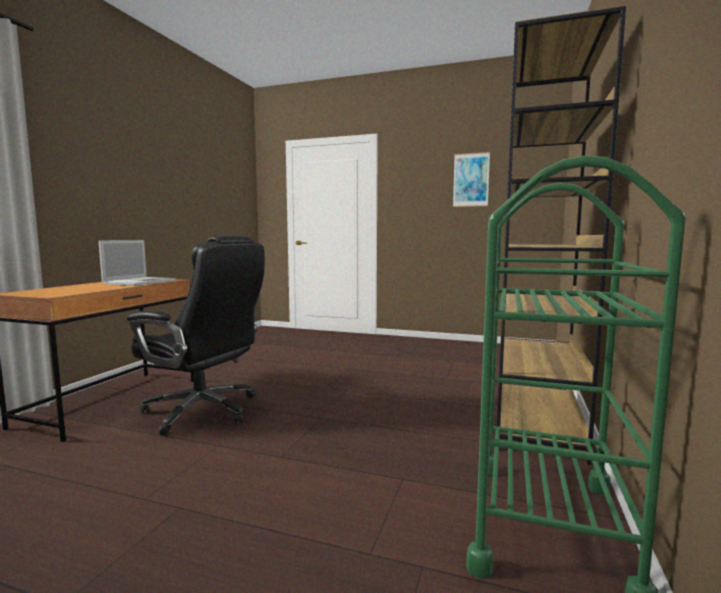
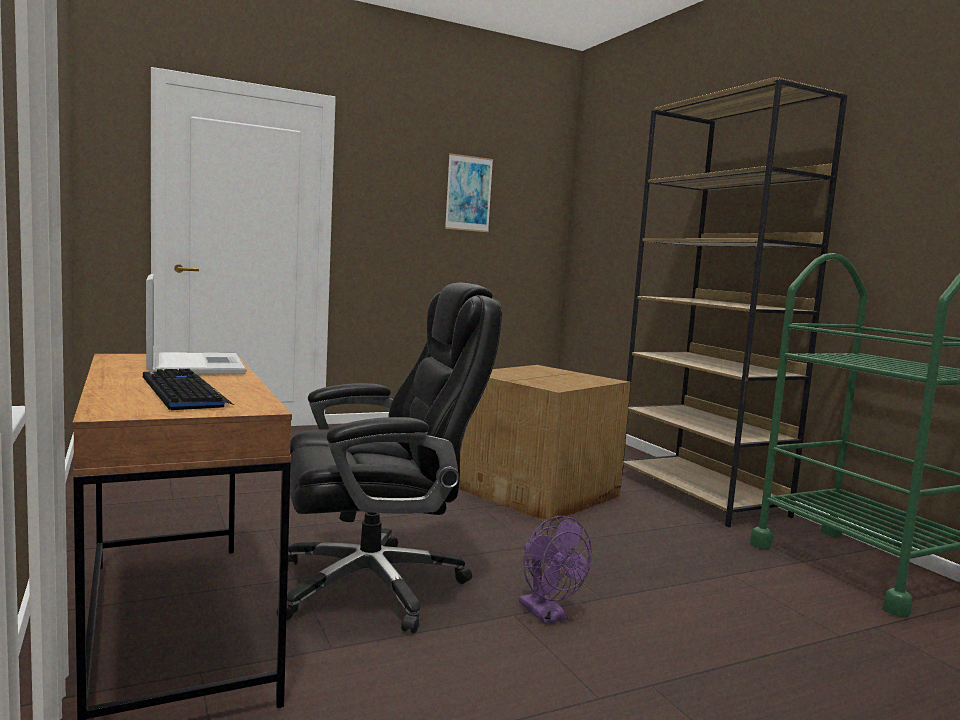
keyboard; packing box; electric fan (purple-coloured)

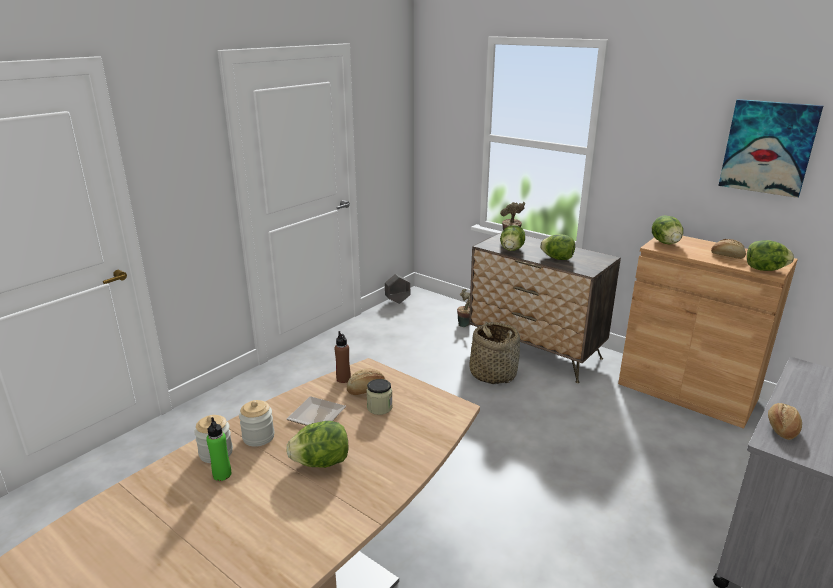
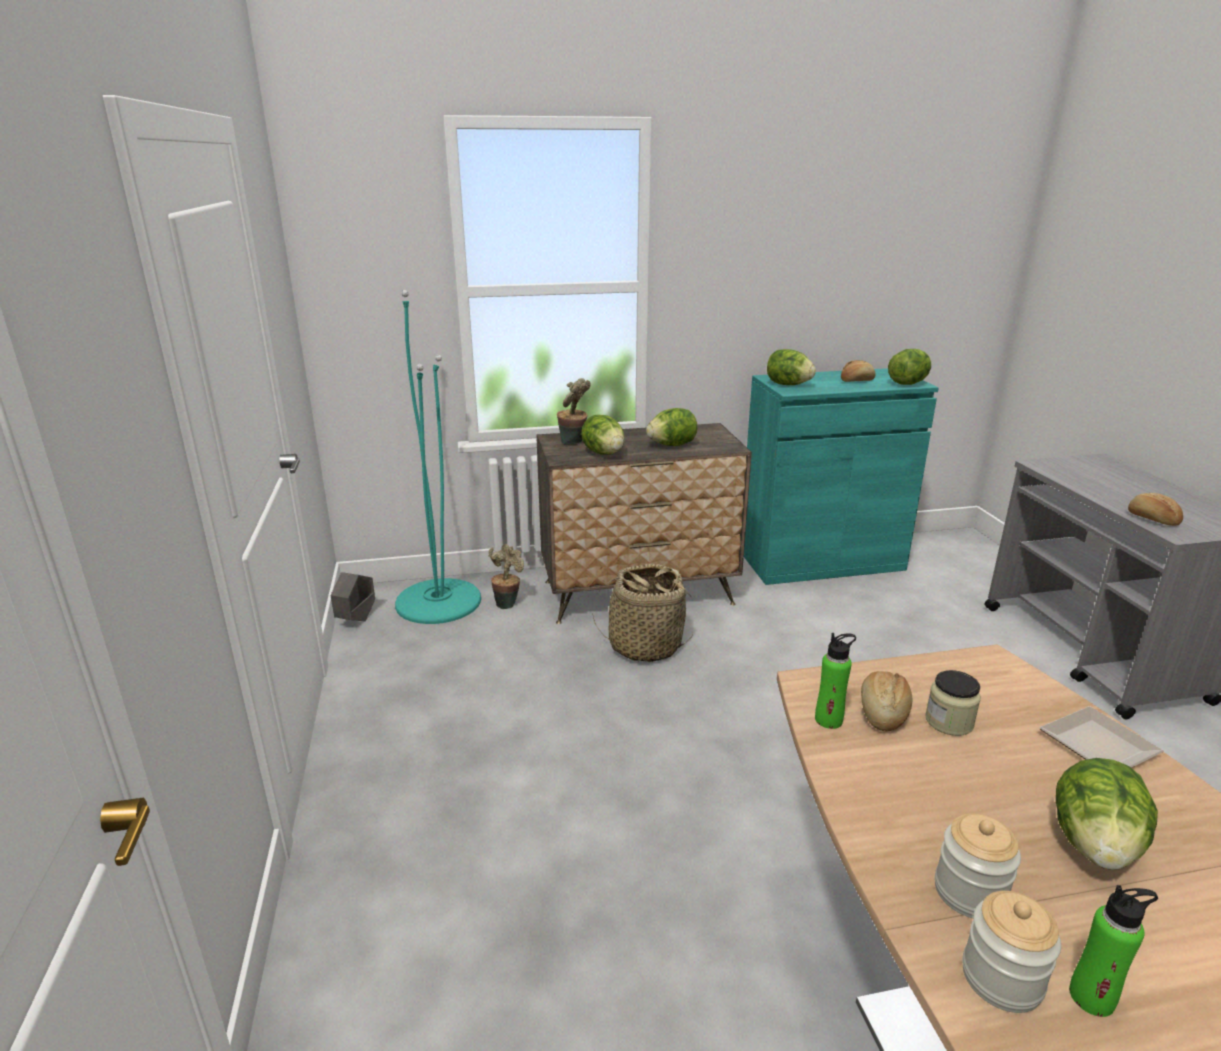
standard lamp (turquoise); cupboard (turquoise); beverage bottle (greenish) (1st from left); dinner plate; picture

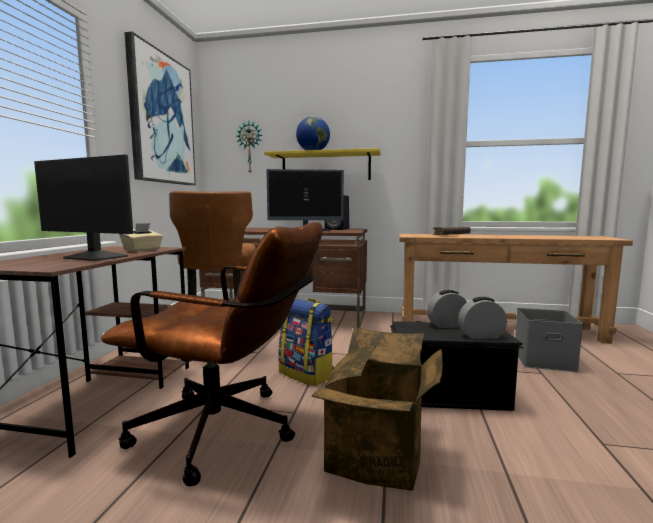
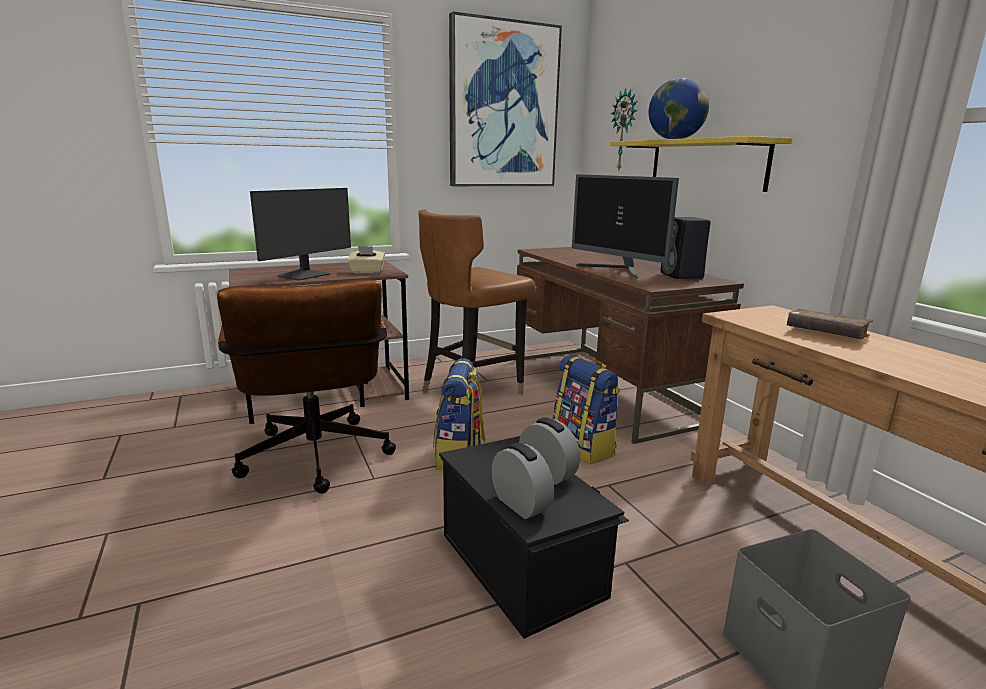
computer screen (1st from left); rucksack (2nd from left); packing box

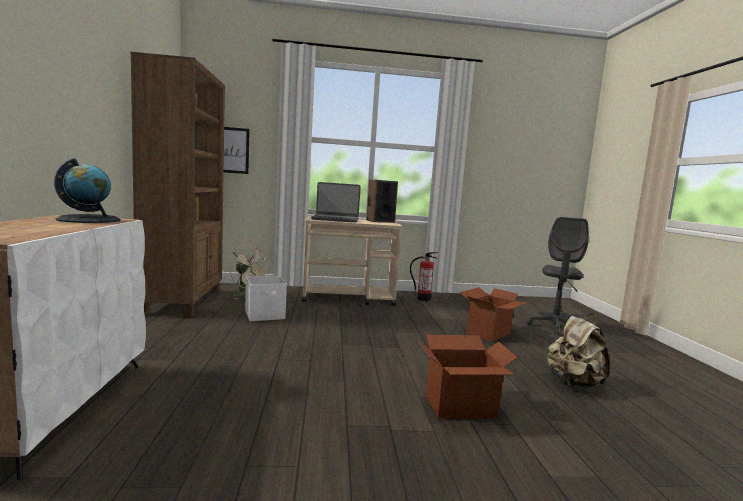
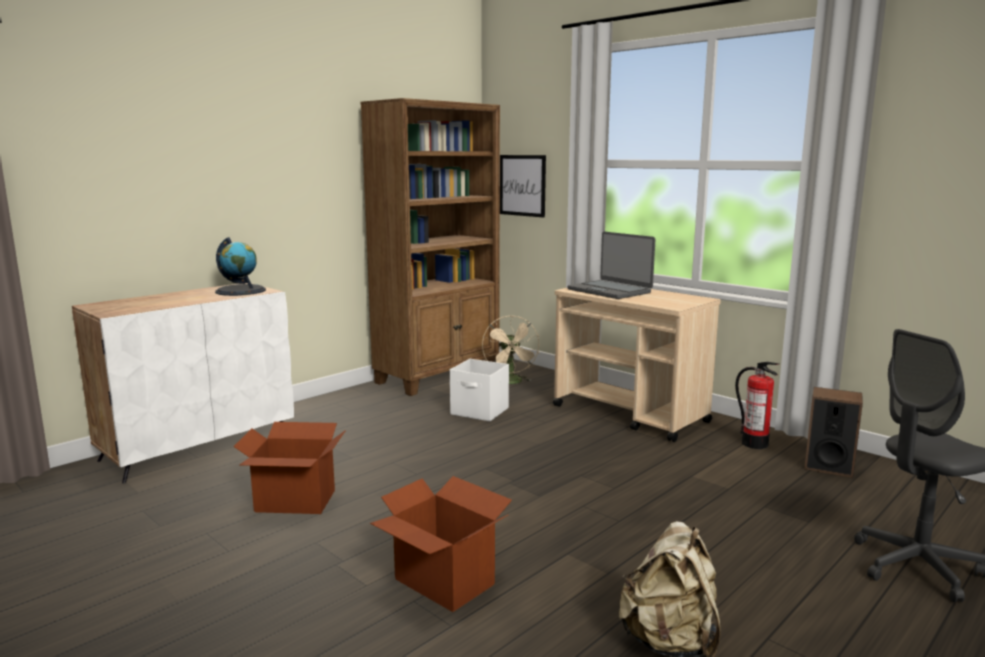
packing box (1st from left); loudspeaker

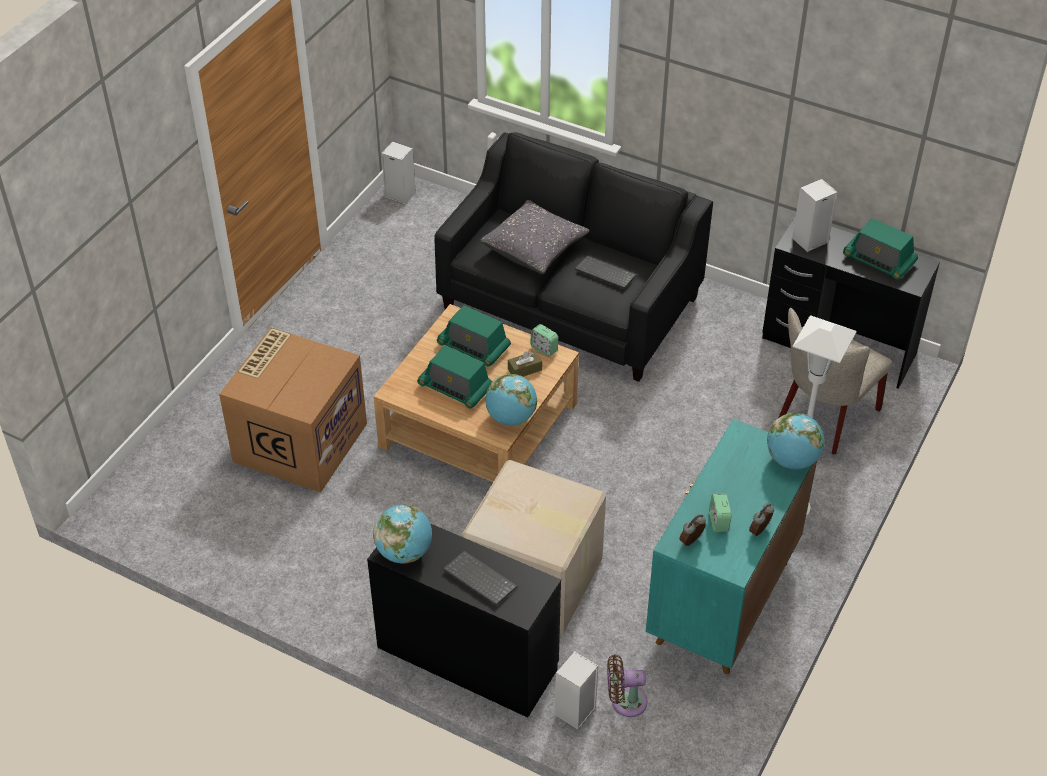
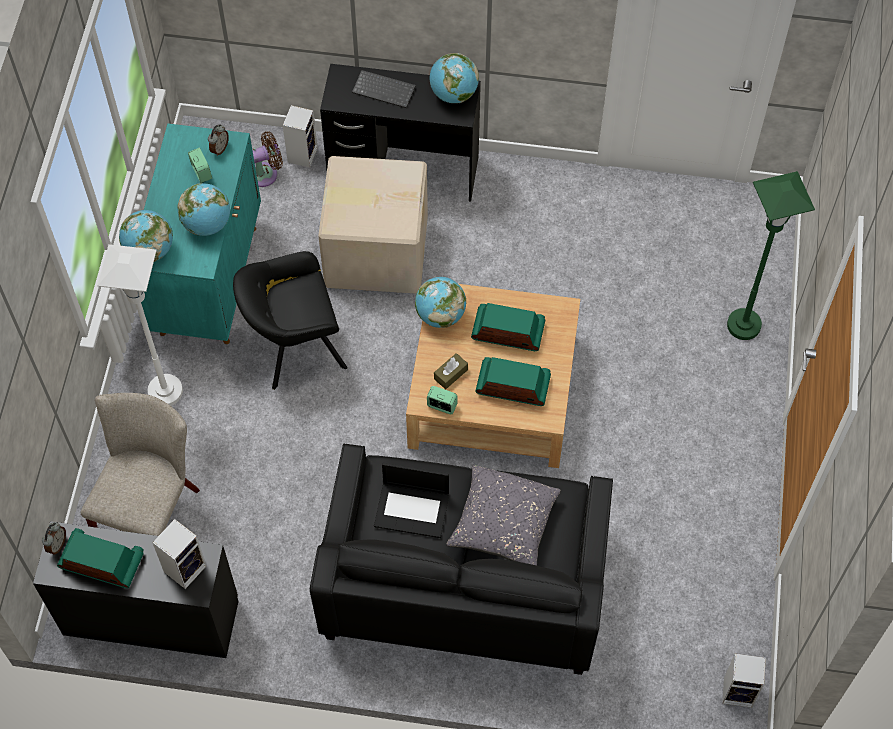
table clock (1st from left); world globe (2nd from left); armchair (black); laptop; standard lamp (greenish); packing box (1st from left in the first image)

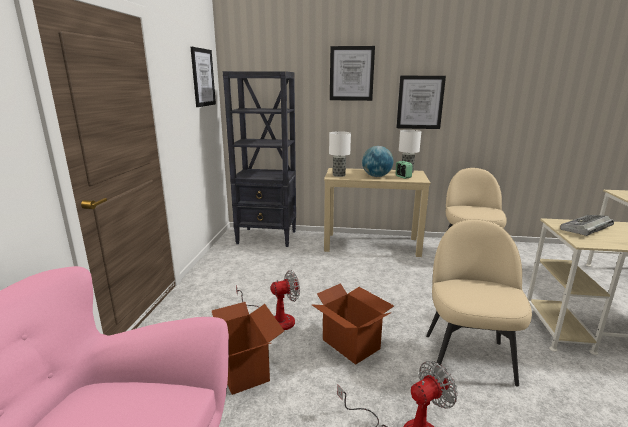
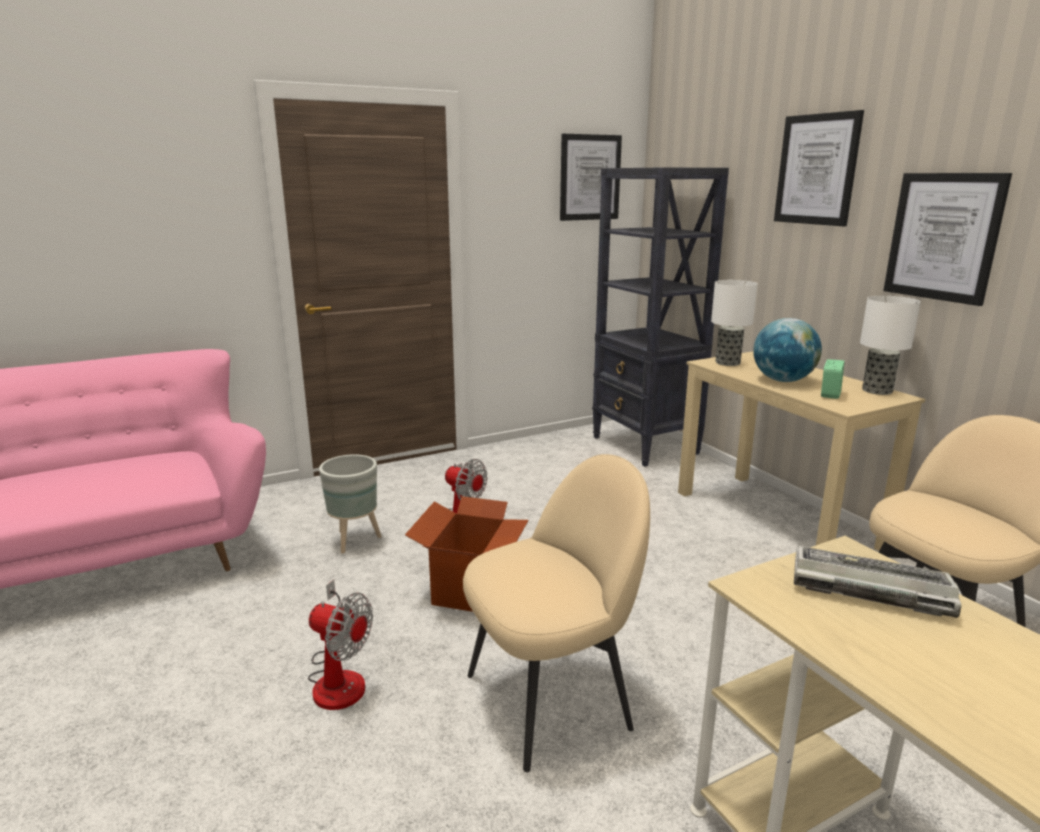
planter (grey)

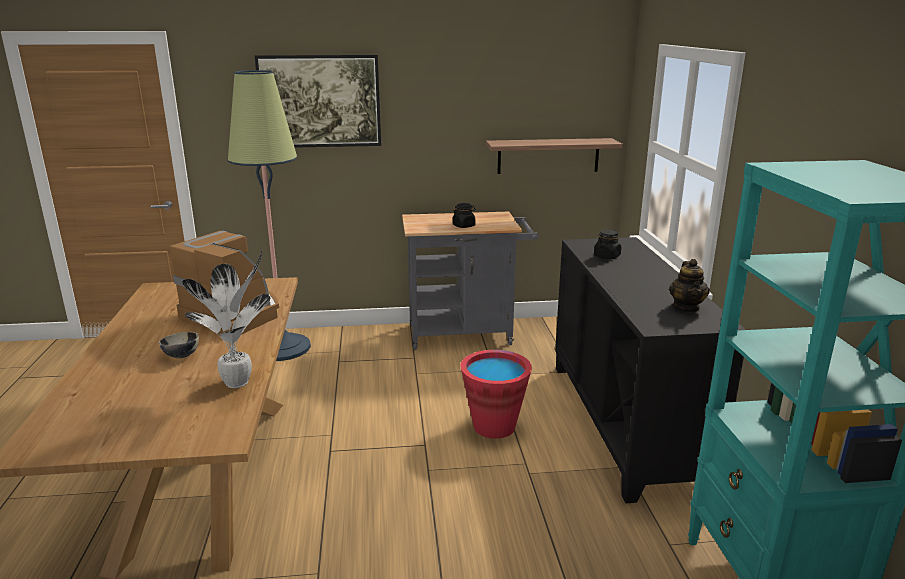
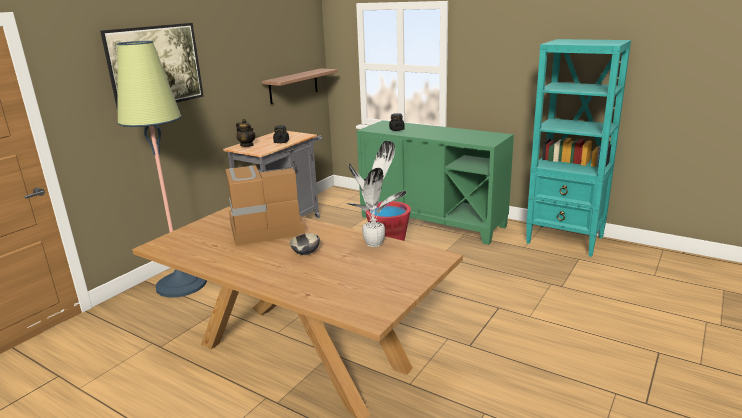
pot for tea; cupboard (greenish)

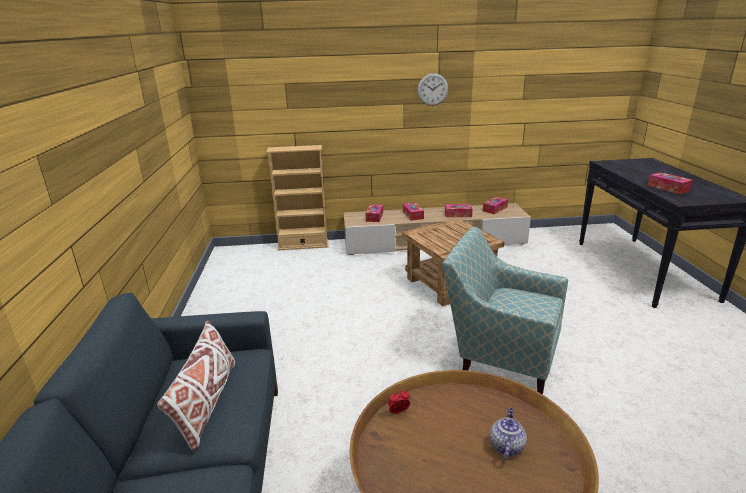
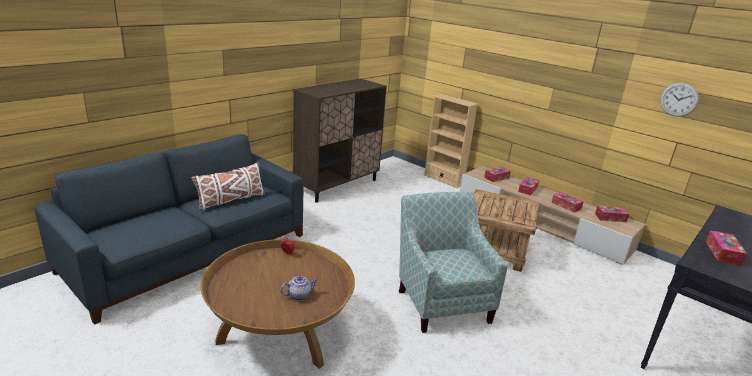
cupboard (brown-coloured); hanging clock

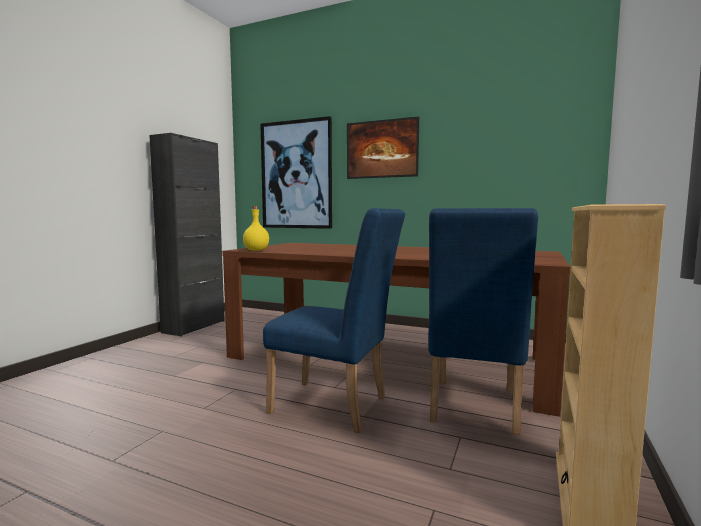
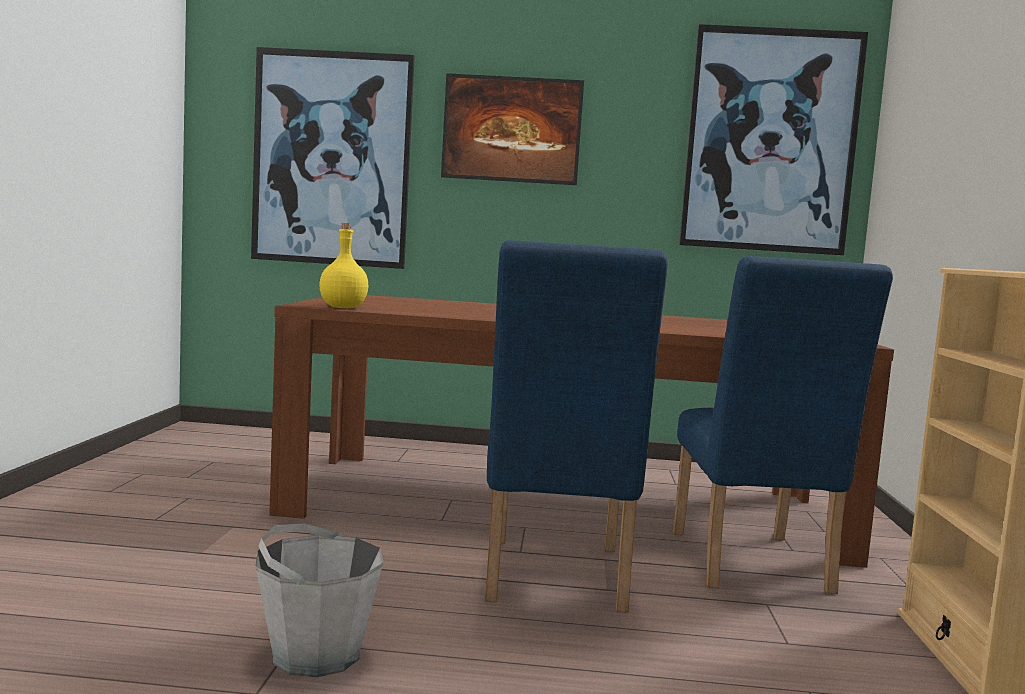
pail (grey); plain chair (blue) (1st from left); picture (3rd from left); cupboard (black)

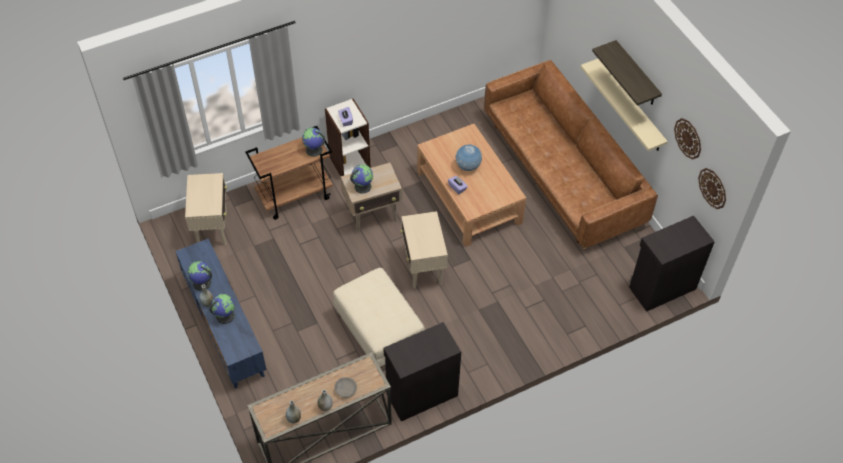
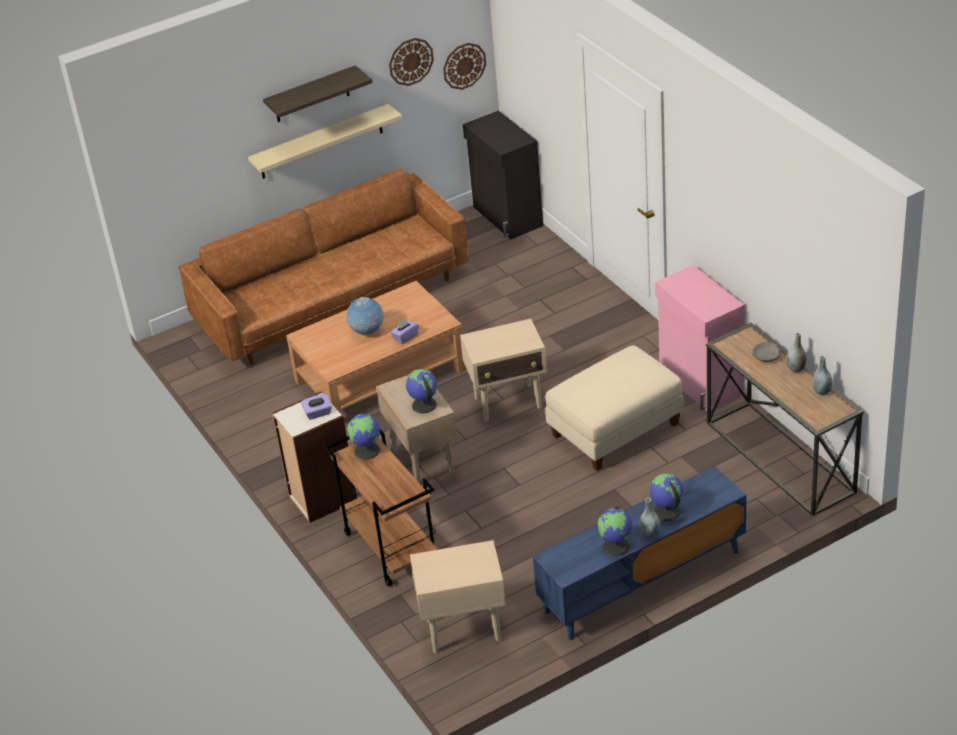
cupboard (pinkish)

